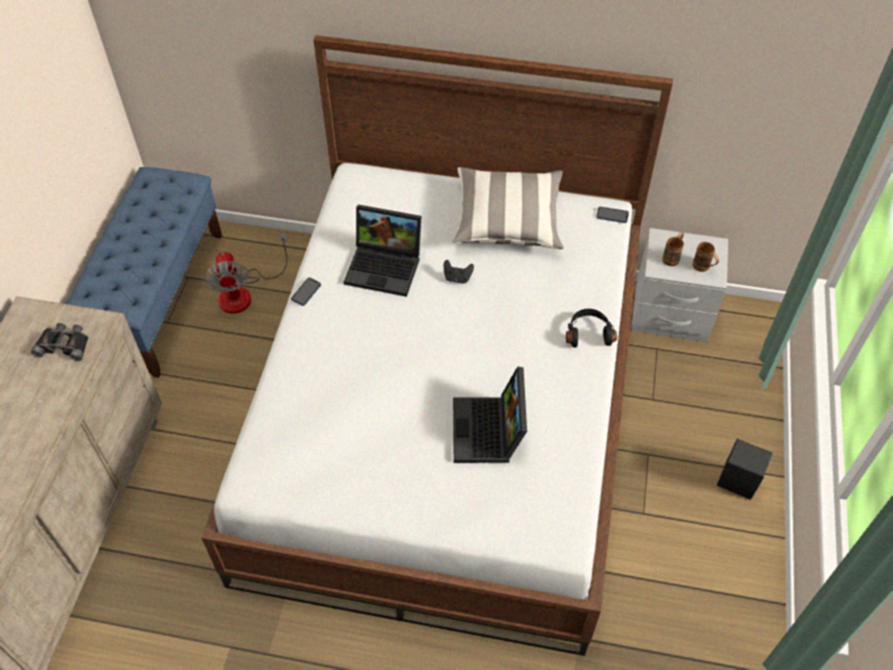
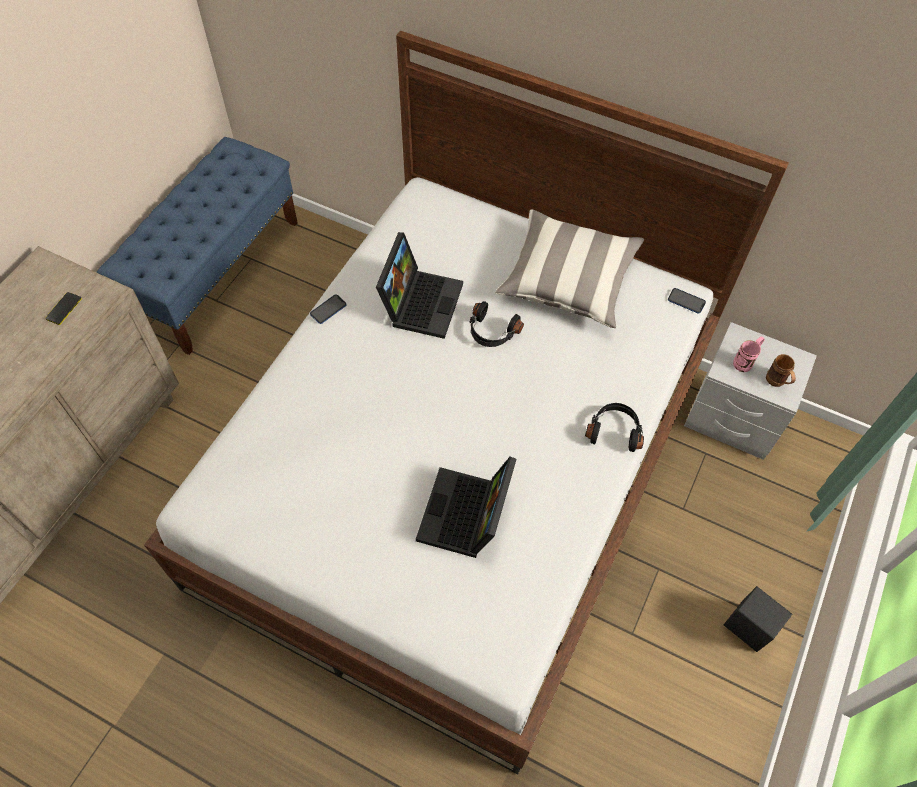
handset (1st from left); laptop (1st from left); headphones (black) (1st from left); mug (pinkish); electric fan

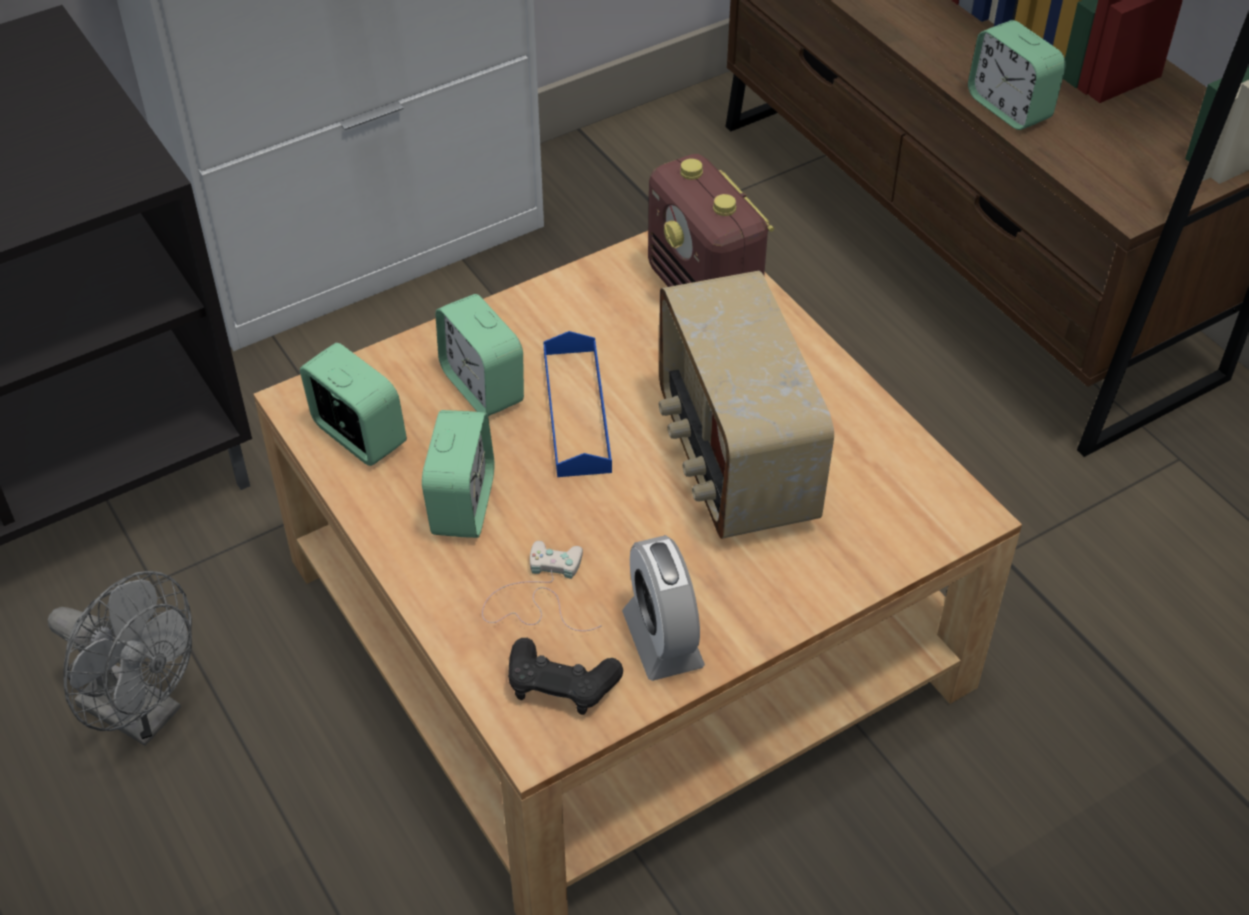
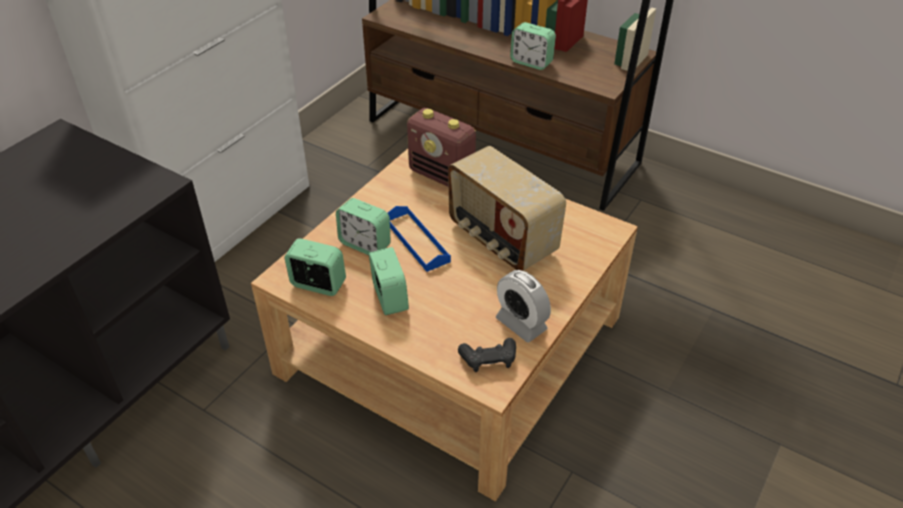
electric fan (grey); gamepad (whitish)

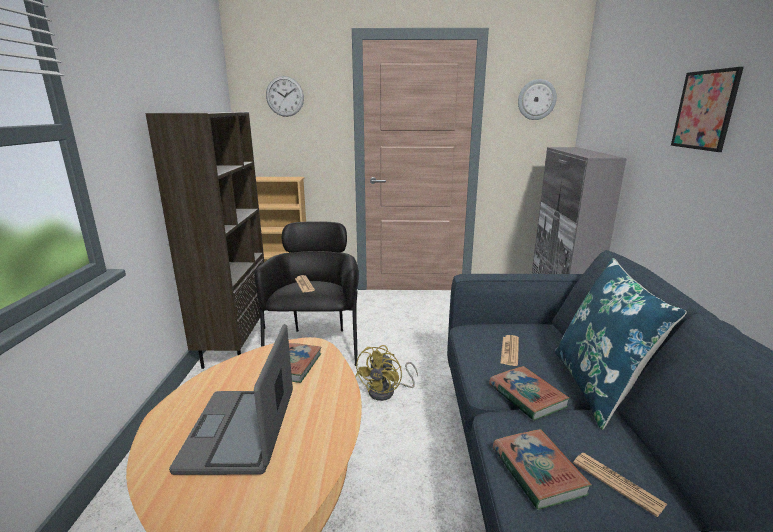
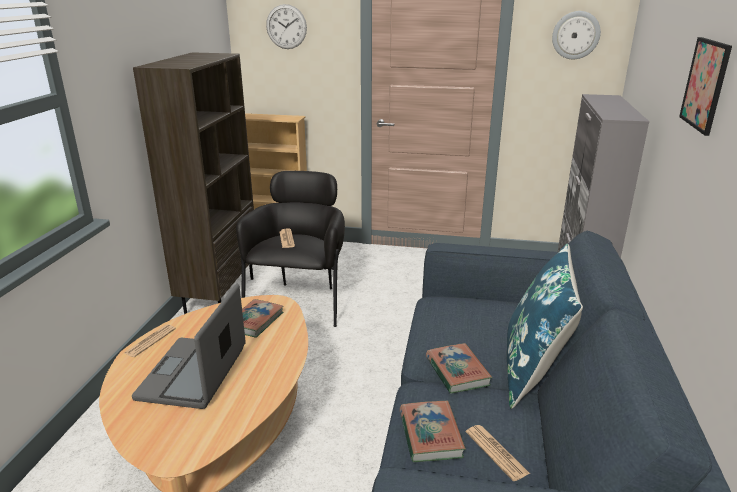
printed paper (1st from left); electric fan (yellowish)

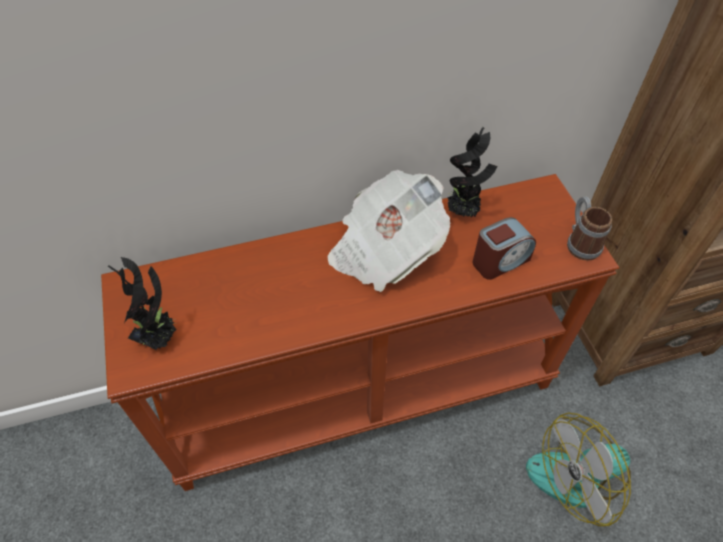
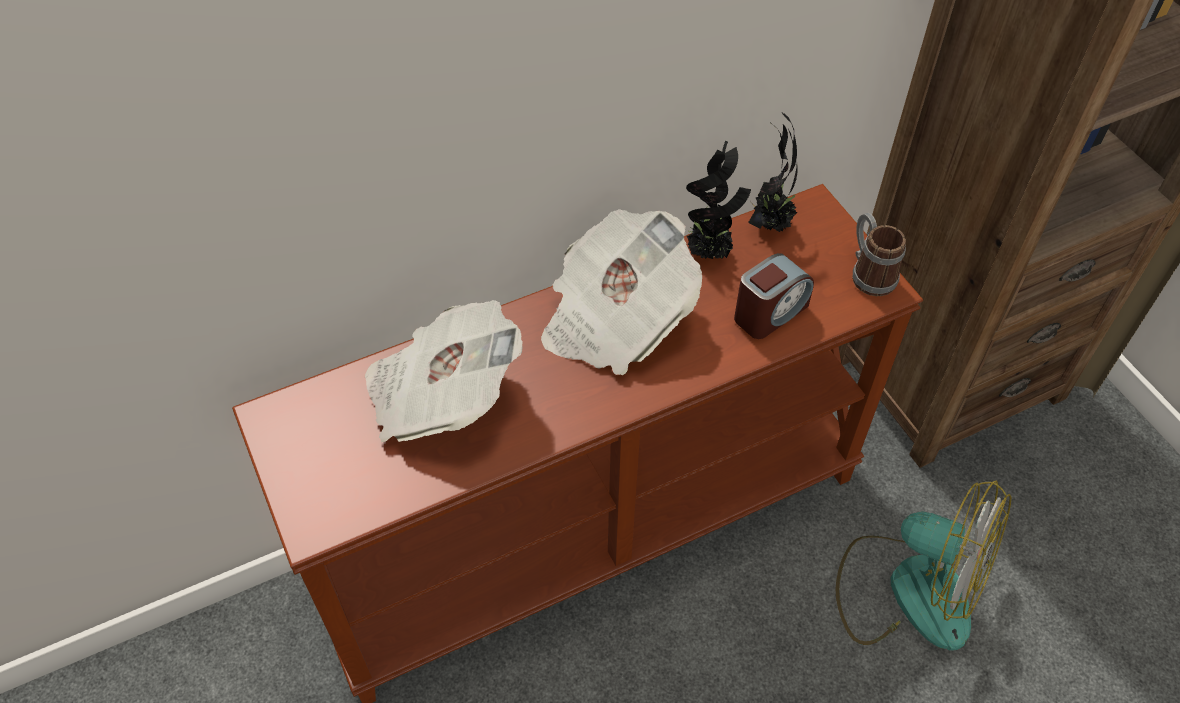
printed paper (1st from left); potted plant (2nd from left); electric fan

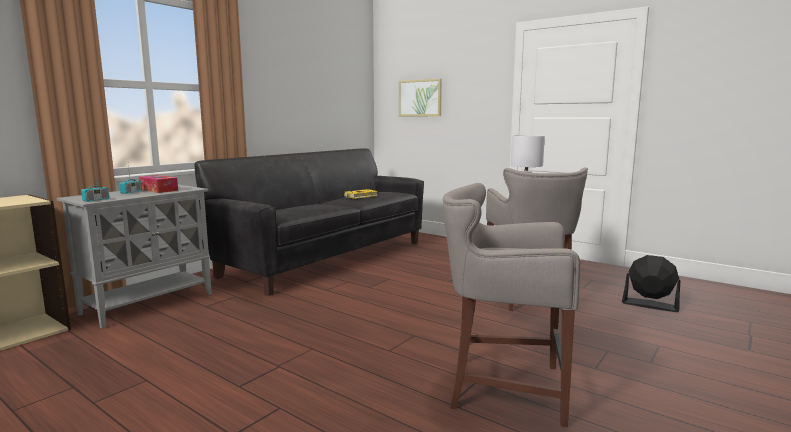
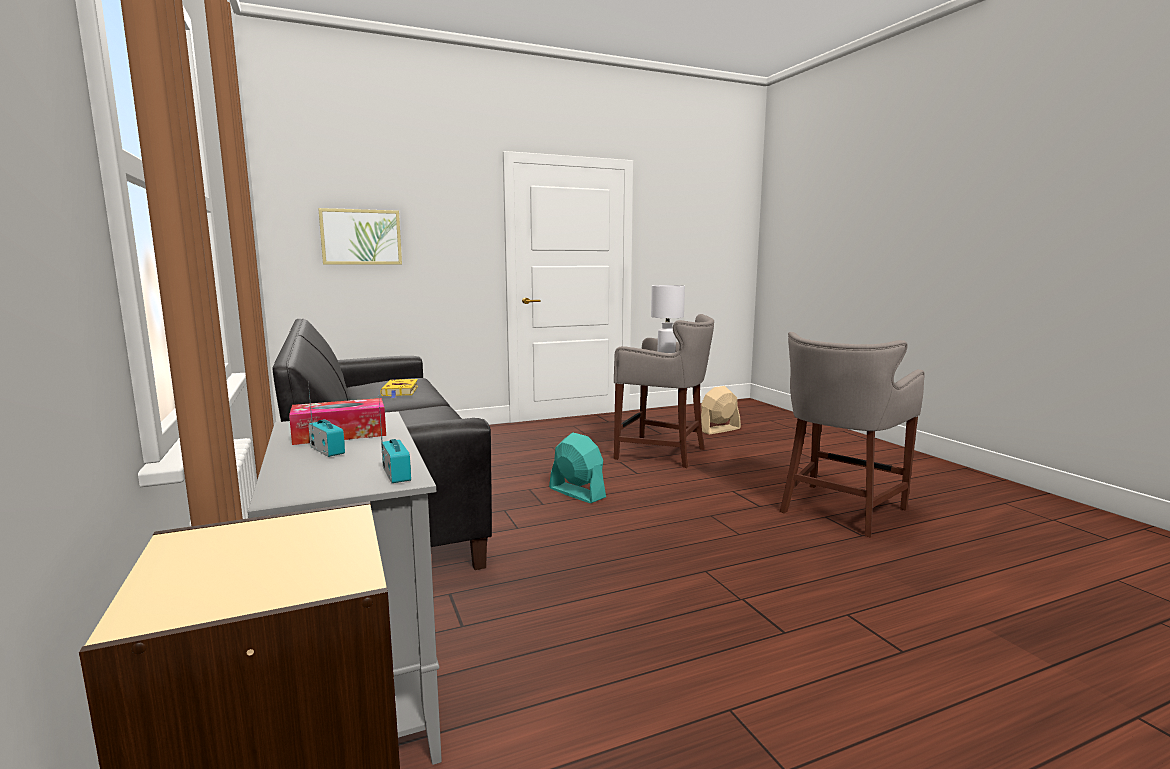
electric fan (turquoise); electric fan (sand-coloured)

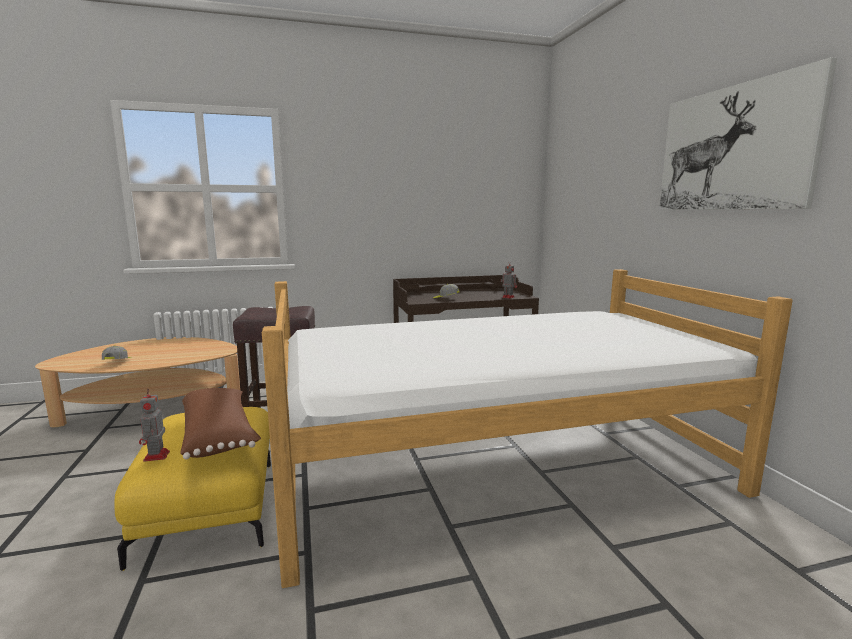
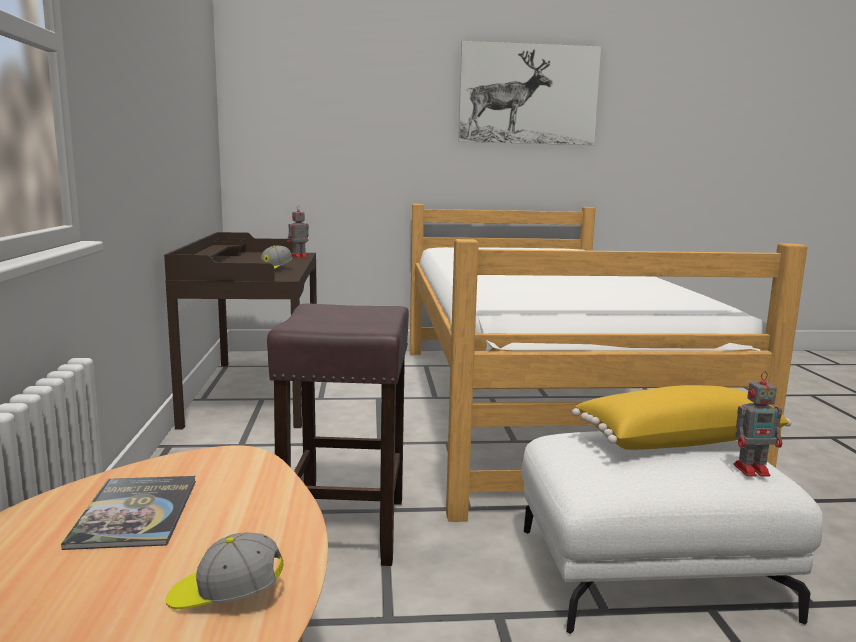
bound book; ottoman (whitish); cushion (yellowish)

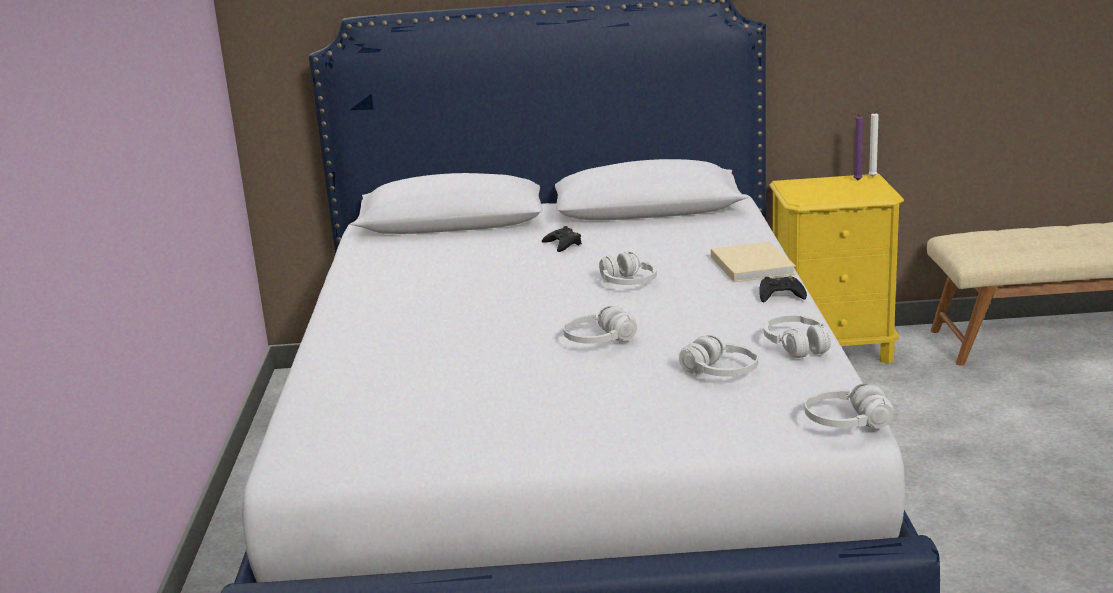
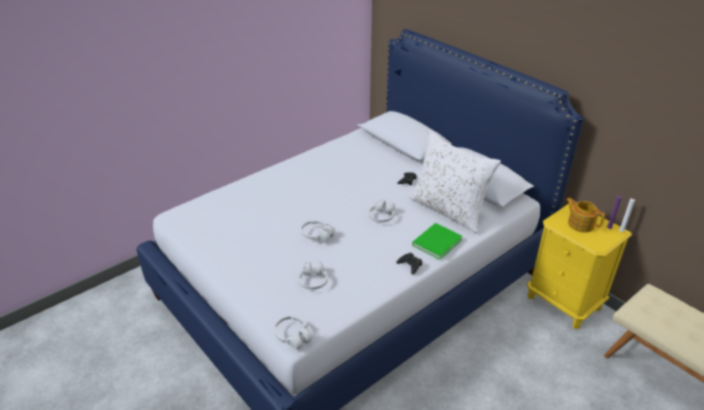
cushion (whitish); bound book (greenish); pot for tea; headphones (whitish) (4th from left in the first image)

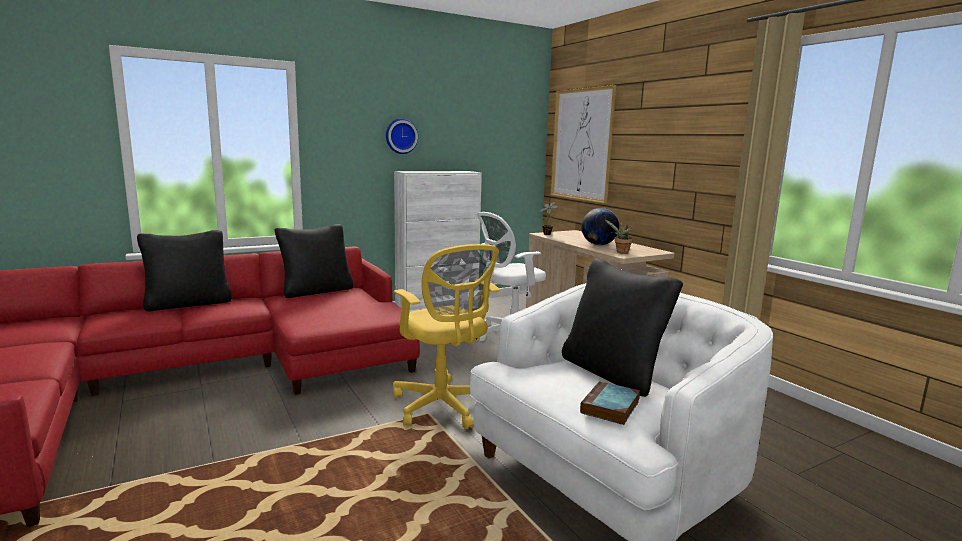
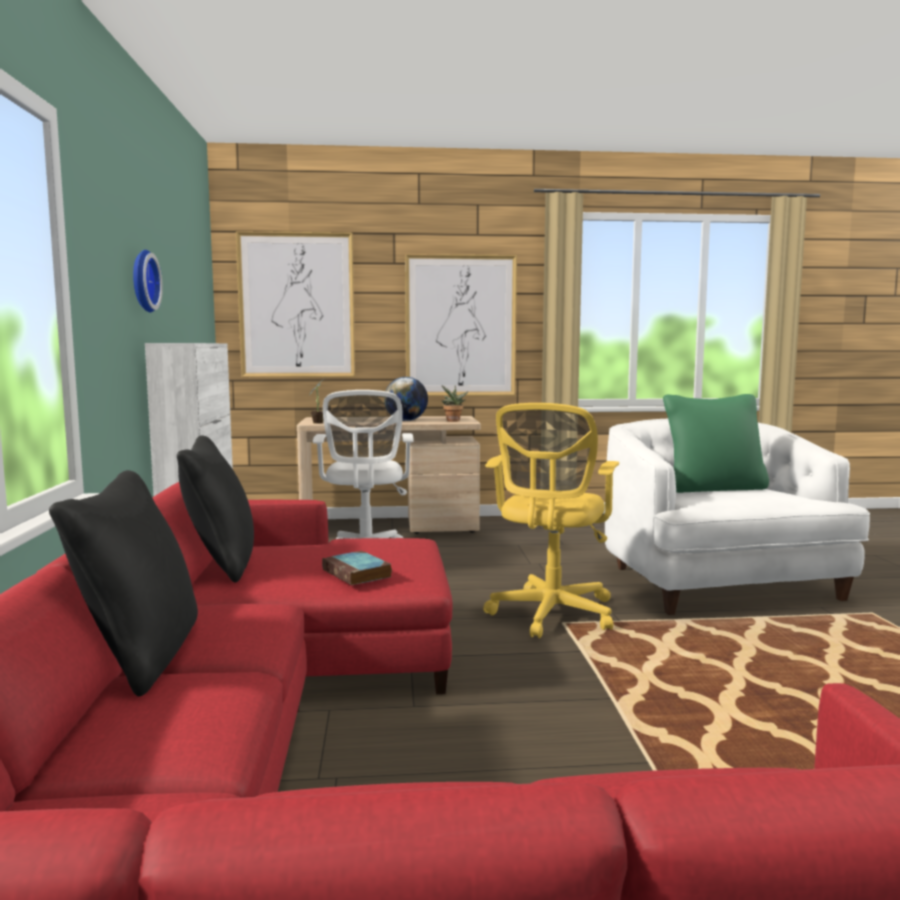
bound book; picture (2nd from left); office chair (yellowish); cushion (greenish)

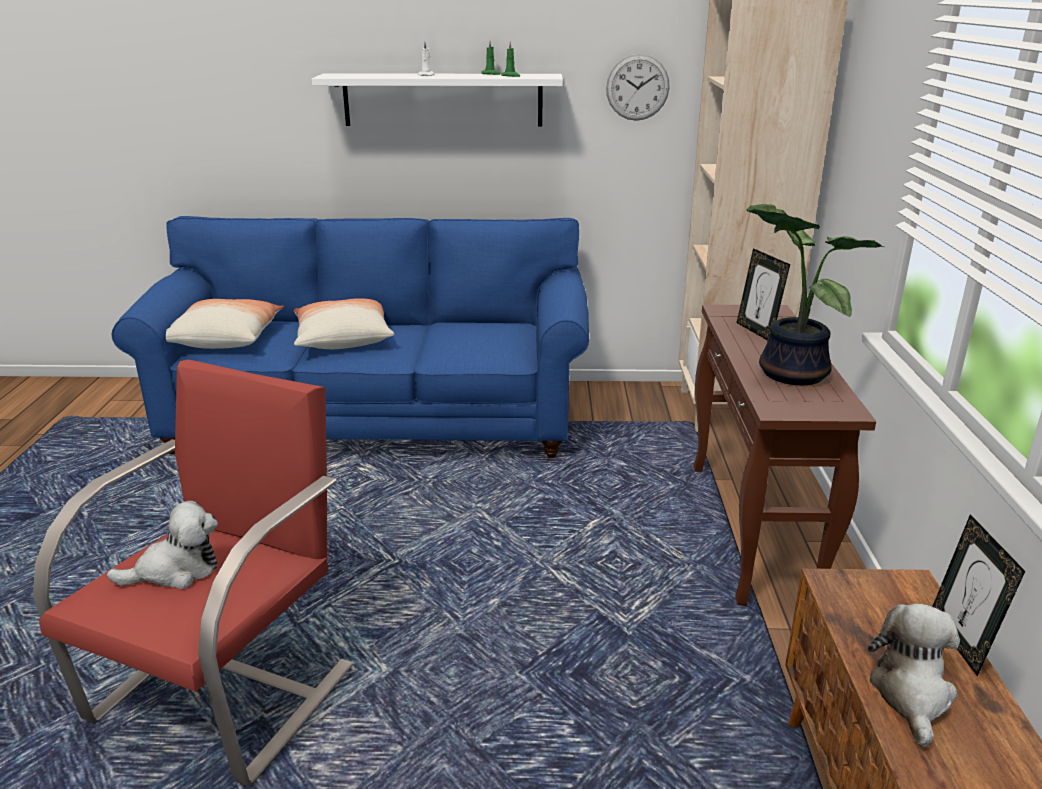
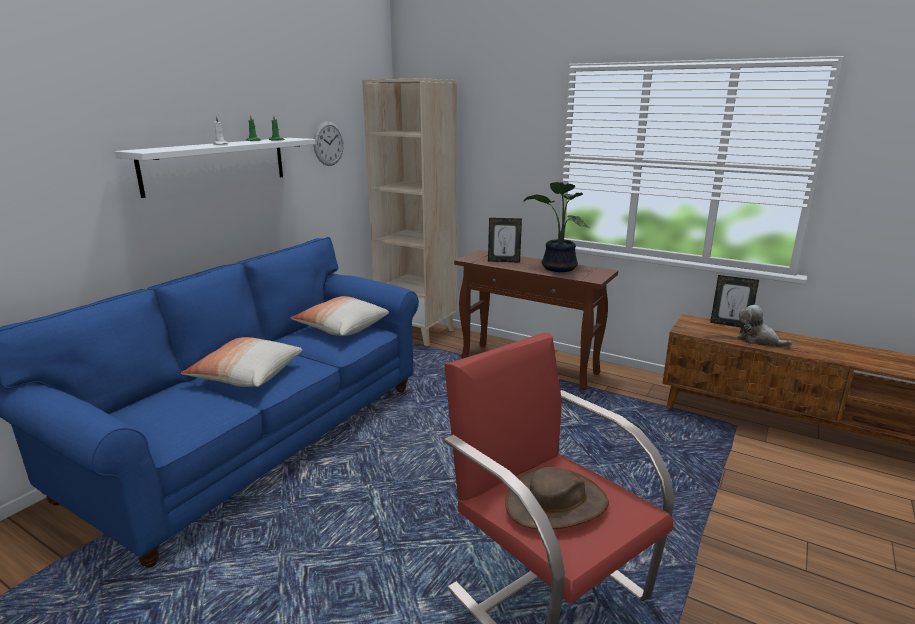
cushion (2nd from left); wearable hat (brown-coloured)

